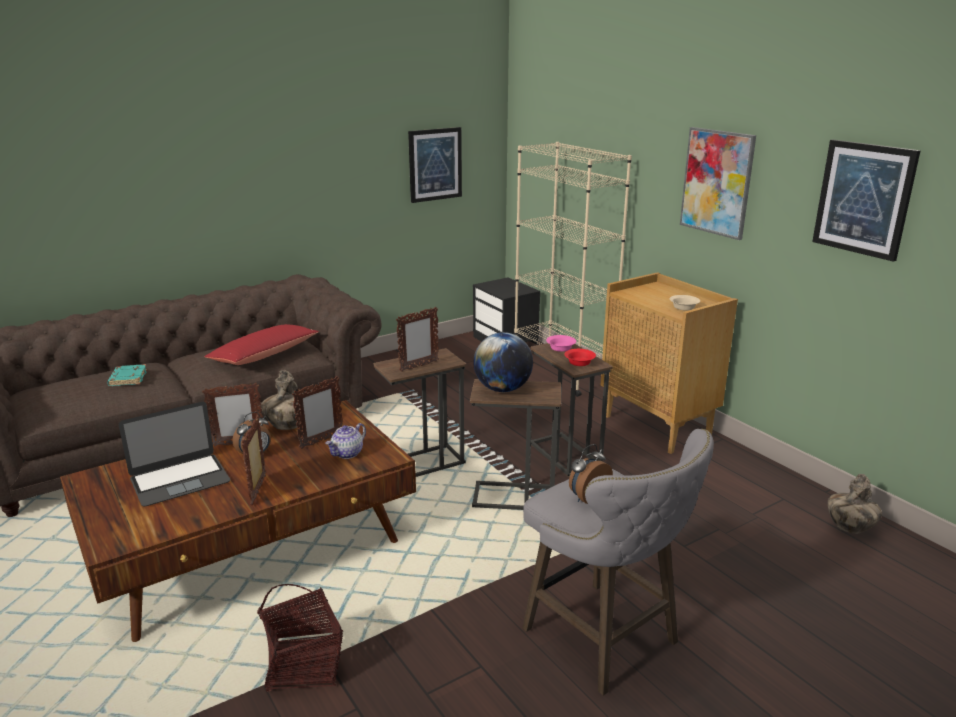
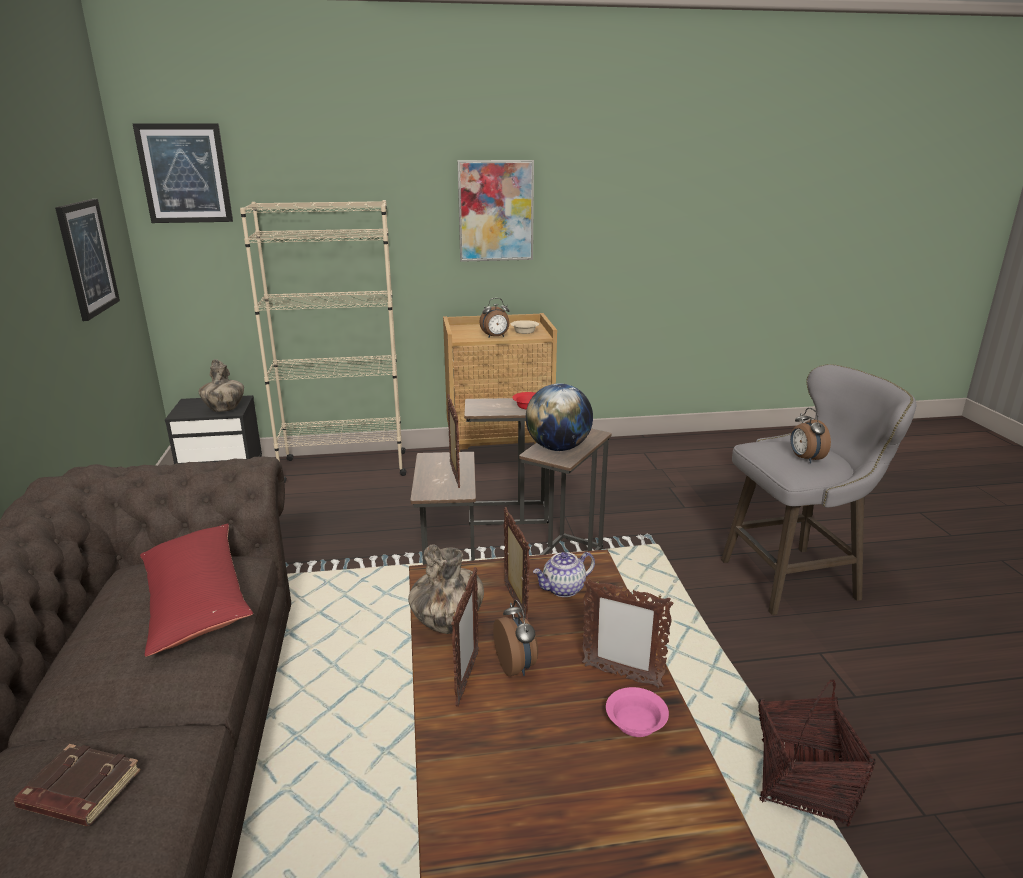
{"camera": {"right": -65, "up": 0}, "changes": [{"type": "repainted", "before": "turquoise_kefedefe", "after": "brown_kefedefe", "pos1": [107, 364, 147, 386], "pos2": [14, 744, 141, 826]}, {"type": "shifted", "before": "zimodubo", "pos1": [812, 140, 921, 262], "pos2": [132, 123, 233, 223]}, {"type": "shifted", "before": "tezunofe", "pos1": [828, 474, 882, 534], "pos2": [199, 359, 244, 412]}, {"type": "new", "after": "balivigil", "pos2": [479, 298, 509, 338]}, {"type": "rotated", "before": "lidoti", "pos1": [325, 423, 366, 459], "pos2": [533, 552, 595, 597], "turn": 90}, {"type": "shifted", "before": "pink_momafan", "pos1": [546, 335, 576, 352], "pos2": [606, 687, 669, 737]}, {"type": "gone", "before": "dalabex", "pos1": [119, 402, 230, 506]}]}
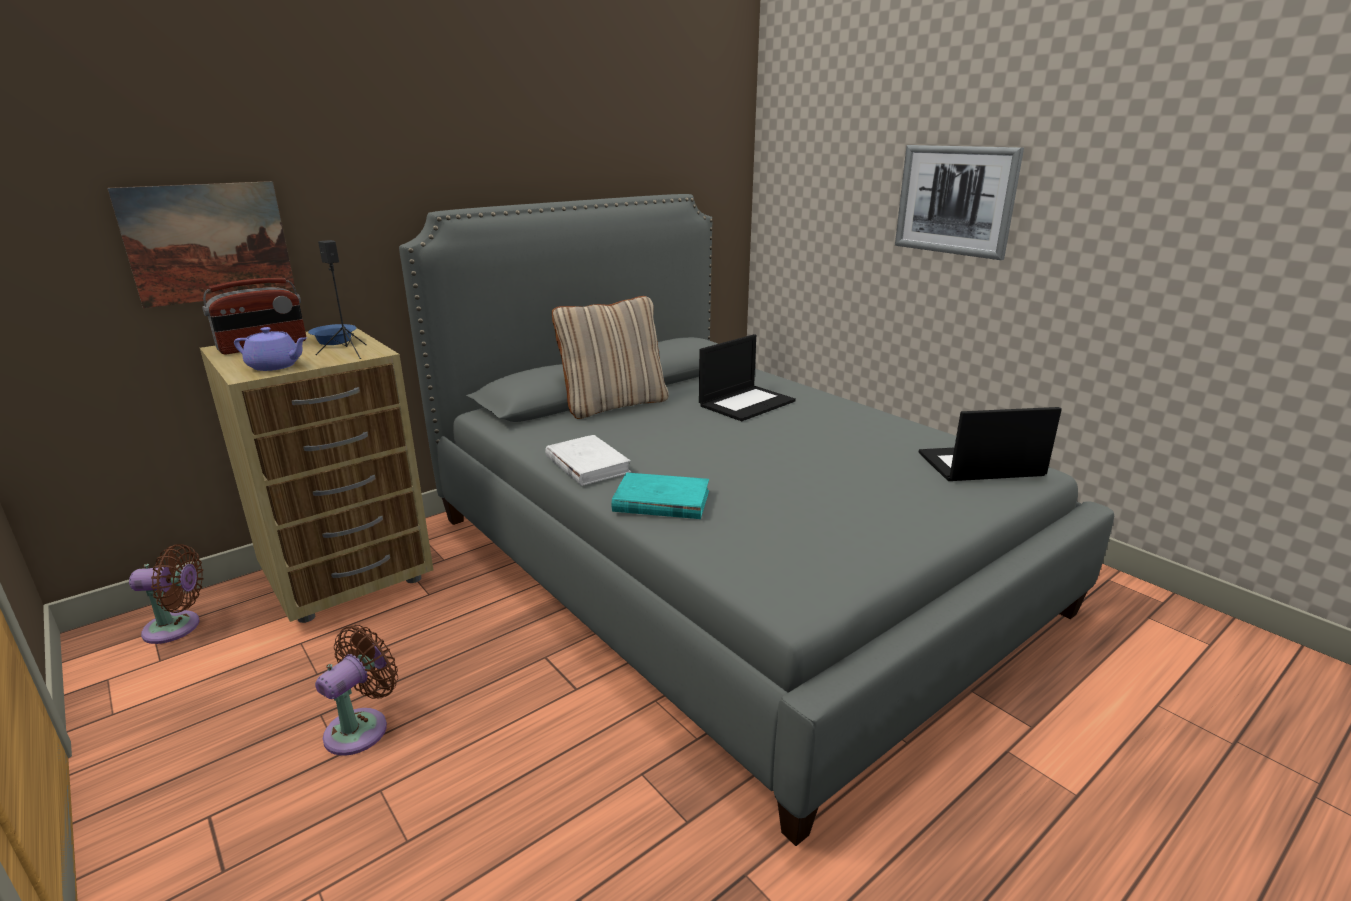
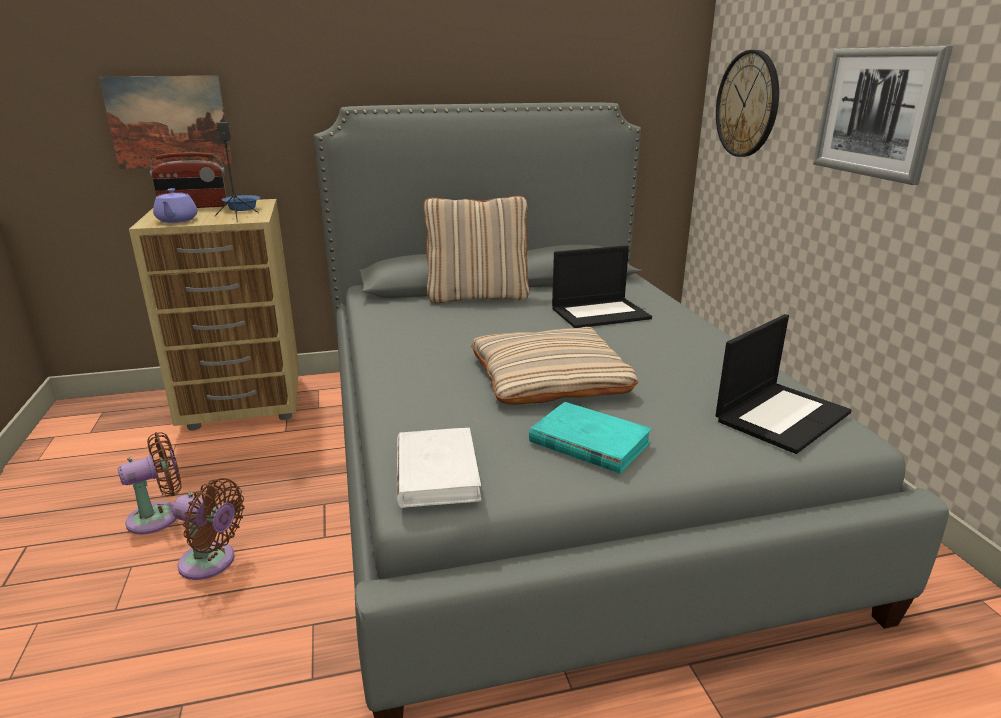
{"camera": {"right": 25, "up": 0}, "changes": [{"type": "rotated", "before": "purple_lidoti", "pos1": [234, 327, 307, 371], "pos2": [153, 188, 197, 223], "turn": 45}, {"type": "shifted", "before": "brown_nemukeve", "pos1": [129, 544, 203, 644], "pos2": [172, 478, 245, 580]}, {"type": "shifted", "before": "white_kefedefe", "pos1": [545, 435, 631, 486], "pos2": [397, 428, 481, 508]}, {"type": "new", "after": "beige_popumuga", "pos2": [471, 327, 638, 405]}, {"type": "shifted", "before": "turquoise_kefedefe", "pos1": [612, 473, 709, 519], "pos2": [529, 402, 652, 474]}, {"type": "rotated", "before": "dalabex", "pos1": [919, 407, 1062, 481], "pos2": [715, 314, 852, 454], "turn": 120}, {"type": "new", "after": "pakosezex", "pos2": [716, 50, 779, 157]}]}
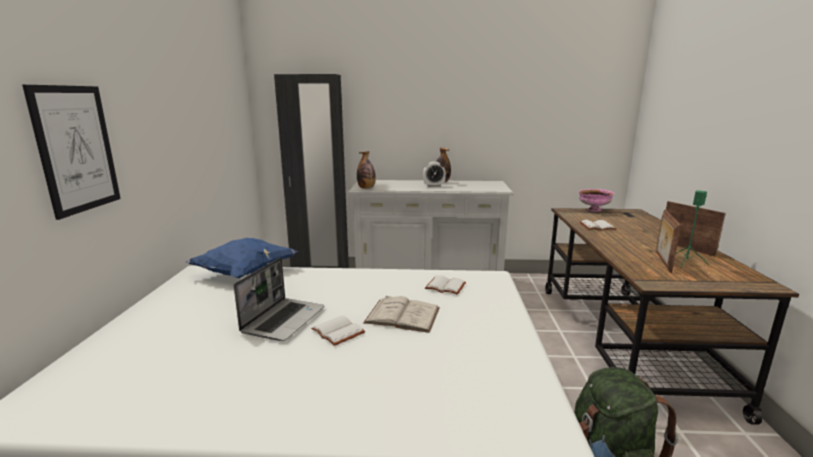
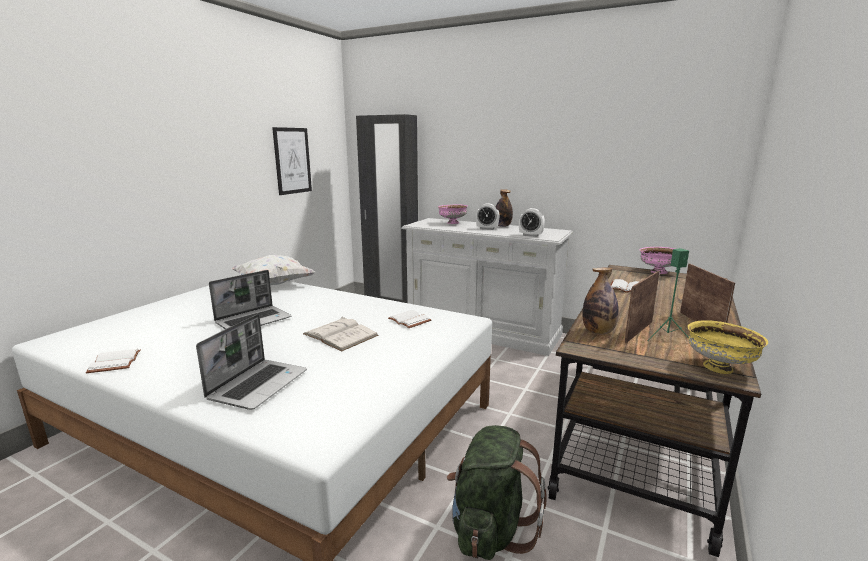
{"camera": {"right": 25, "up": 0}, "changes": [{"type": "shifted", "before": "white_kefedefe", "pos1": [311, 315, 365, 346], "pos2": [86, 349, 141, 373]}, {"type": "new", "after": "dalabex", "pos2": [196, 314, 307, 410]}, {"type": "repainted", "before": "blue_popumuga", "after": "white_popumuga", "pos1": [186, 238, 298, 278], "pos2": [231, 255, 315, 285]}, {"type": "shifted", "before": "zimodubo", "pos1": [22, 85, 121, 220], "pos2": [272, 127, 312, 195]}, {"type": "new", "after": "pink_momafan", "pos2": [438, 205, 468, 224]}, {"type": "new", "after": "balivigil", "pos2": [519, 208, 545, 237]}, {"type": "shifted", "before": "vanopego", "pos1": [357, 151, 376, 189], "pos2": [582, 268, 619, 334]}, {"type": "new", "after": "yellow_momafan", "pos2": [687, 320, 768, 374]}]}
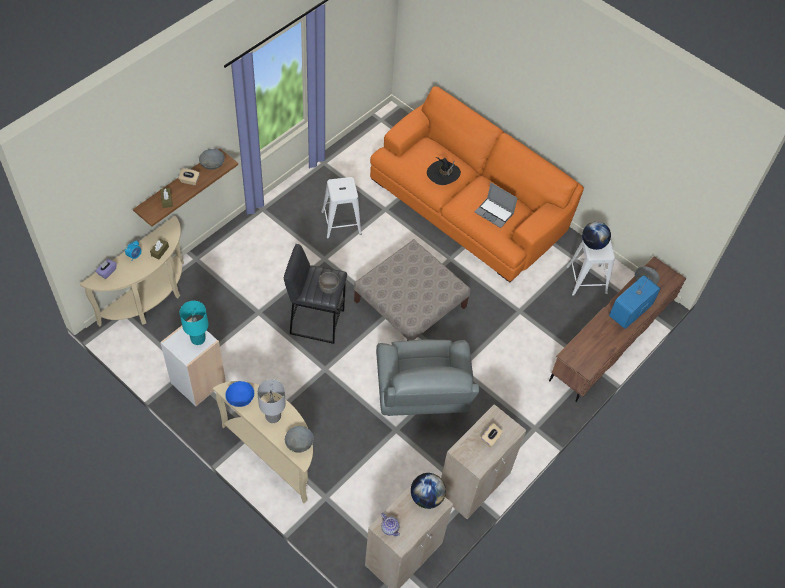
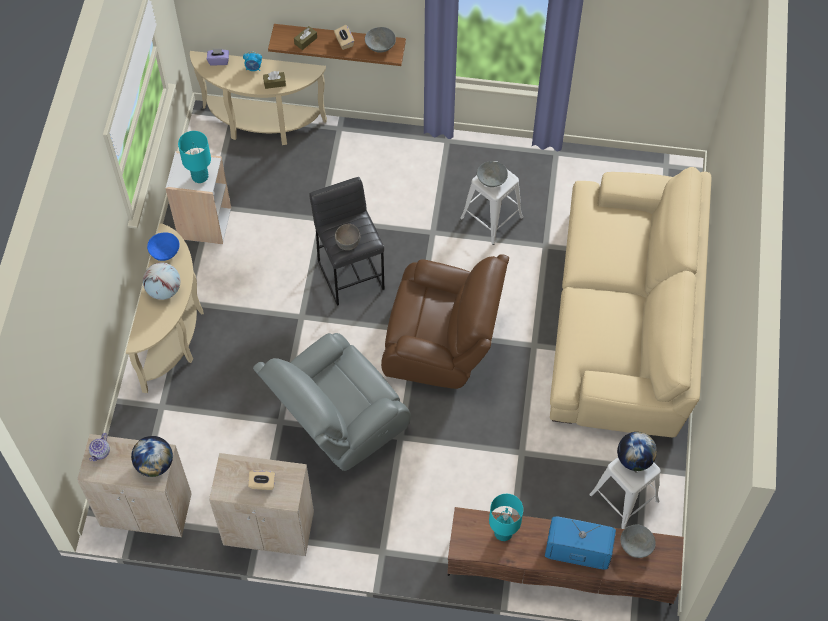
{"camera": {"right": 60, "up": 5}, "changes": [{"type": "swapped", "before": "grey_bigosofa", "after": "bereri", "pos1": [257, 379, 286, 423], "pos2": [143, 262, 180, 300]}, {"type": "swapped", "before": "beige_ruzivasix", "after": "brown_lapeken", "pos1": [354, 239, 471, 341], "pos2": [381, 254, 509, 389]}, {"type": "shifted", "before": "grey_momafan", "pos1": [285, 426, 314, 453], "pos2": [477, 161, 508, 187]}, {"type": "new", "after": "turquoise_bigosofa", "pos2": [489, 494, 523, 541]}, {"type": "repainted", "before": "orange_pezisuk", "after": "beige_pezisuk", "pos1": [370, 86, 584, 282], "pos2": [550, 167, 712, 437]}, {"type": "gone", "before": "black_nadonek", "pos1": [427, 157, 461, 185]}, {"type": "gone", "before": "dalabex", "pos1": [475, 183, 518, 228]}]}
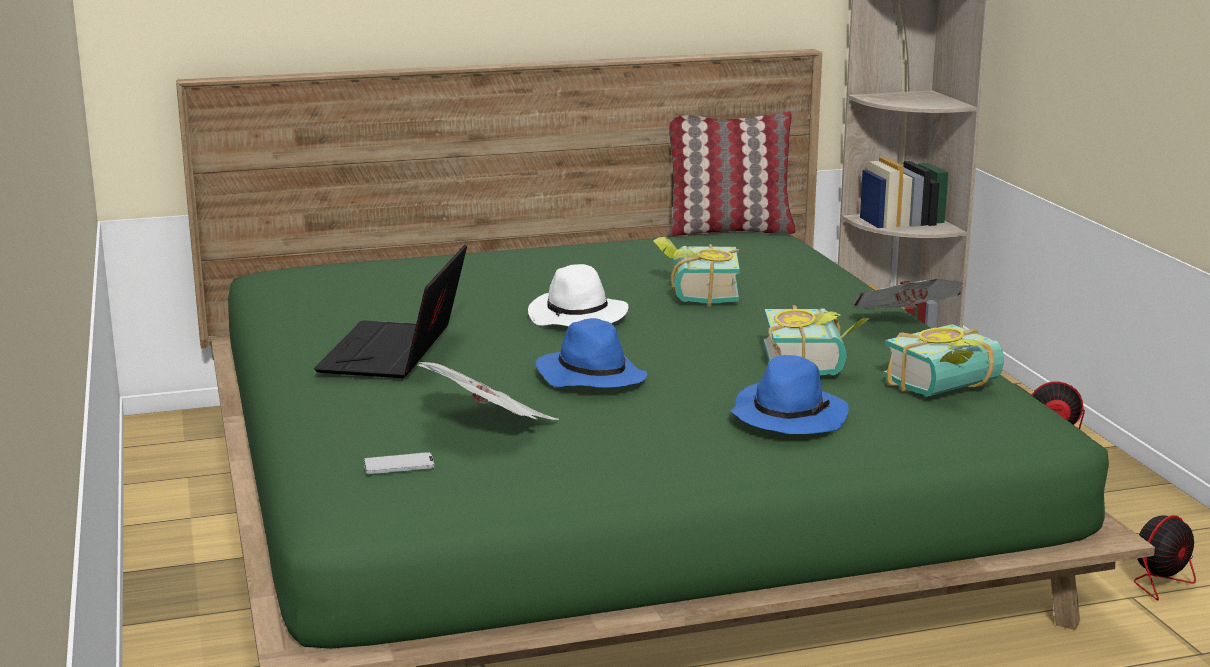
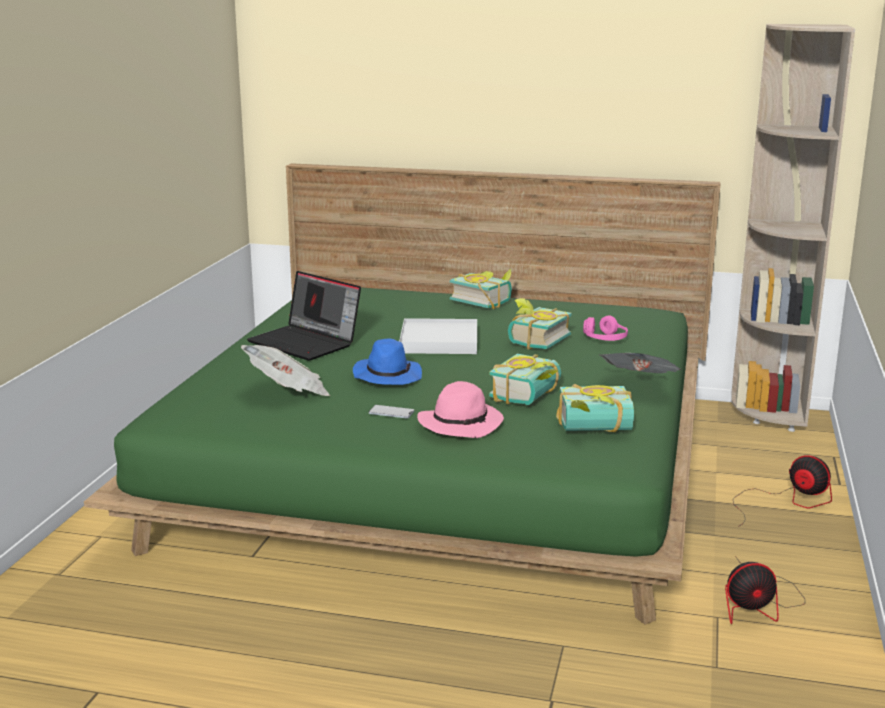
{"camera": {"right": 30, "up": 0}, "changes": [{"type": "rotated", "before": "dalabex", "pos1": [314, 245, 467, 378], "pos2": [247, 271, 361, 361], "turn": -90}, {"type": "shifted", "before": "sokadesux", "pos1": [363, 452, 435, 474], "pos2": [369, 405, 414, 418]}, {"type": "swapped", "before": "white_nadonek", "after": "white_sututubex", "pos1": [528, 264, 629, 327], "pos2": [399, 318, 477, 354]}, {"type": "repainted", "before": "blue_nadonek", "after": "pink_nadonek", "pos1": [730, 355, 849, 434], "pos2": [417, 381, 504, 438]}, {"type": "new", "after": "kefedefe", "pos2": [450, 268, 512, 310]}, {"type": "new", "after": "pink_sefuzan", "pos2": [583, 315, 628, 341]}, {"type": "gone", "before": "popumuga", "pos1": [668, 111, 796, 236]}]}
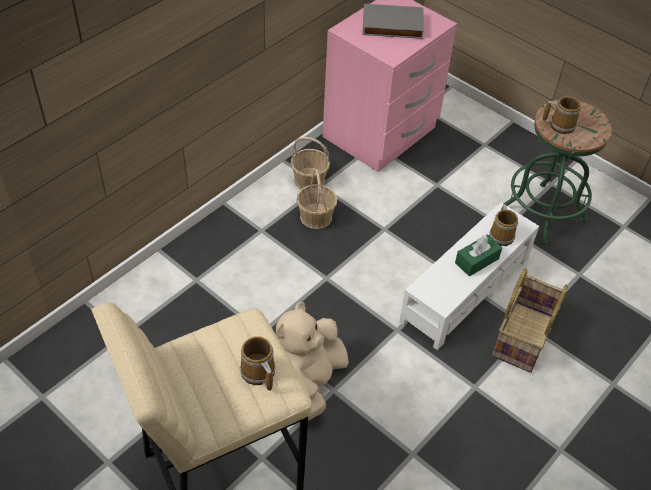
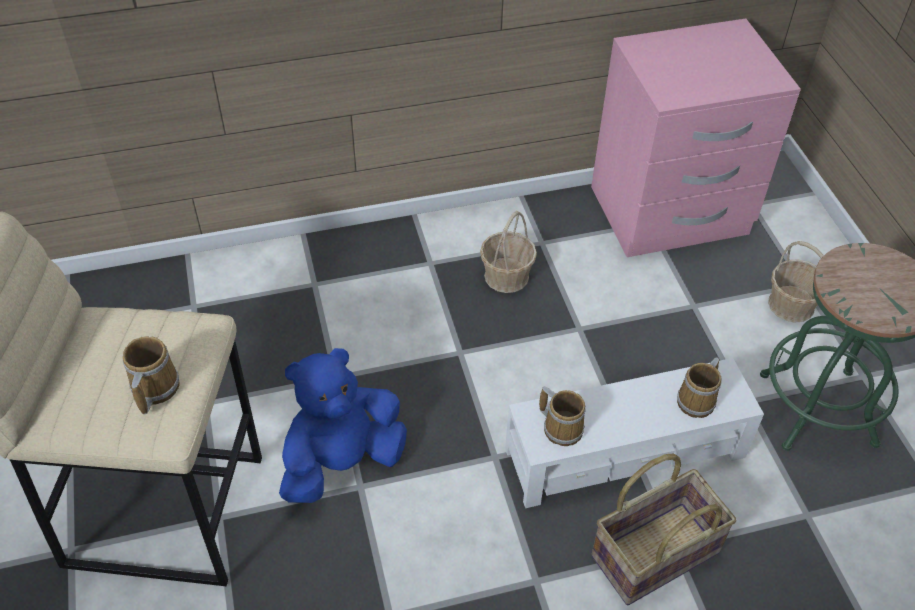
{"camera": {"right": 35, "up": 0}, "changes": [{"type": "repainted", "before": "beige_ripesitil", "after": "blue_ripesitil", "pos1": [276, 301, 349, 421], "pos2": [279, 348, 407, 503]}, {"type": "shifted", "before": "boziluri", "pos1": [542, 96, 581, 134], "pos2": [539, 387, 586, 446]}, {"type": "shifted", "before": "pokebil", "pos1": [291, 137, 330, 189], "pos2": [768, 241, 824, 323]}, {"type": "gone", "before": "grey_kefedefe", "pos1": [362, 4, 424, 39]}, {"type": "gone", "before": "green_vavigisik", "pos1": [455, 234, 502, 276]}]}
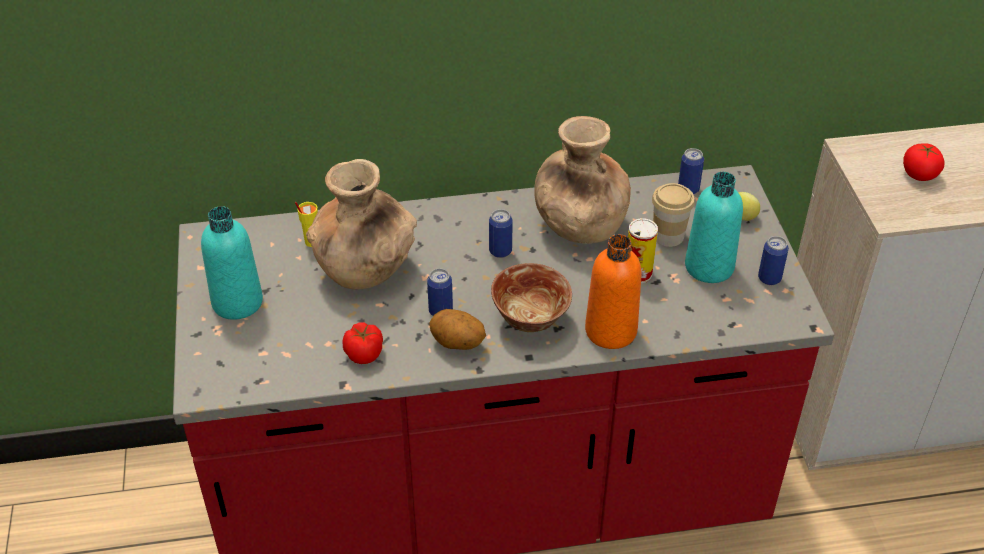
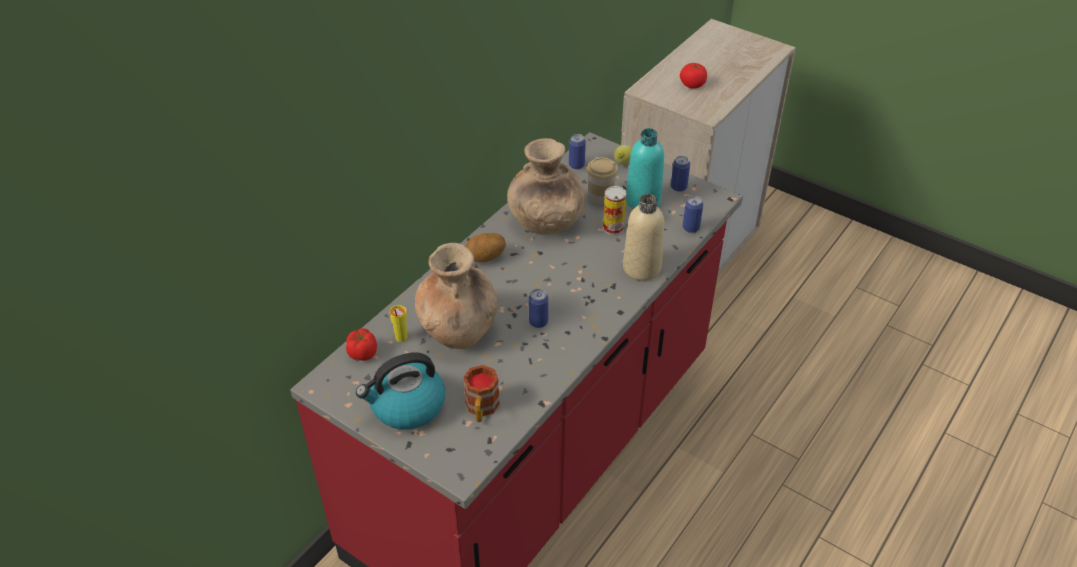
{"camera": {"right": -45, "up": 0}, "changes": [{"type": "shifted", "before": "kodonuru", "pos1": [343, 322, 383, 364], "pos2": [346, 328, 377, 361]}, {"type": "swapped", "before": "turquoise_vanopego", "after": "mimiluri", "pos1": [201, 206, 263, 320], "pos2": [356, 352, 445, 430]}, {"type": "new", "after": "boziluri", "pos2": [463, 365, 500, 422]}, {"type": "shifted", "before": "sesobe", "pos1": [429, 309, 486, 350], "pos2": [465, 233, 506, 262]}, {"type": "repainted", "before": "orange_vanopego", "after": "beige_vanopego", "pos1": [585, 234, 642, 349], "pos2": [623, 194, 664, 281]}, {"type": "shifted", "before": "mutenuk", "pos1": [489, 209, 513, 258], "pos2": [683, 196, 703, 233]}, {"type": "gone", "before": "momafan", "pos1": [491, 263, 572, 332]}]}
